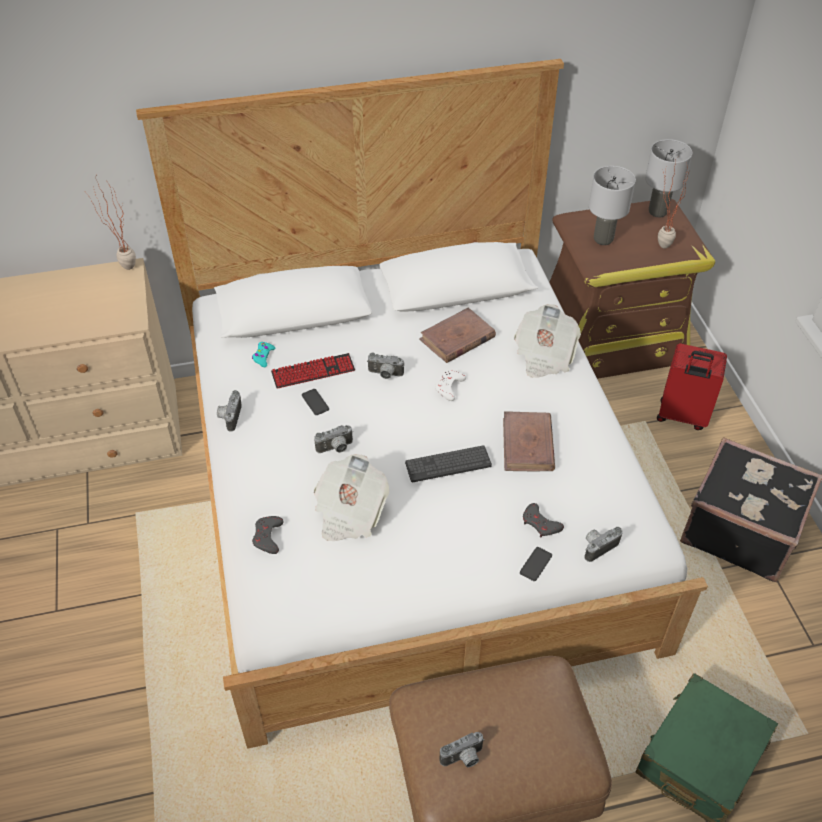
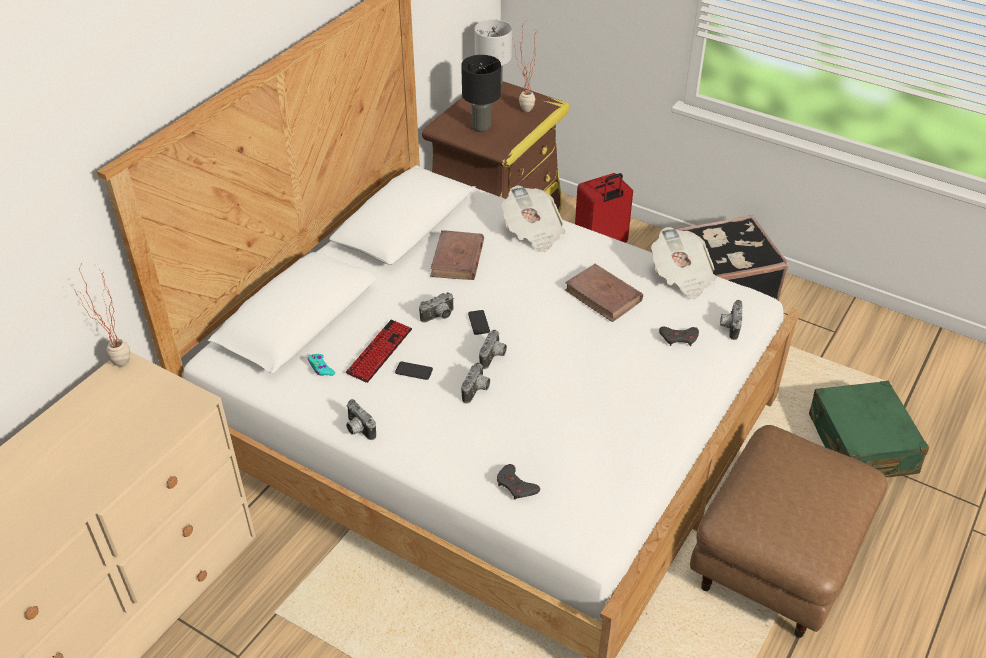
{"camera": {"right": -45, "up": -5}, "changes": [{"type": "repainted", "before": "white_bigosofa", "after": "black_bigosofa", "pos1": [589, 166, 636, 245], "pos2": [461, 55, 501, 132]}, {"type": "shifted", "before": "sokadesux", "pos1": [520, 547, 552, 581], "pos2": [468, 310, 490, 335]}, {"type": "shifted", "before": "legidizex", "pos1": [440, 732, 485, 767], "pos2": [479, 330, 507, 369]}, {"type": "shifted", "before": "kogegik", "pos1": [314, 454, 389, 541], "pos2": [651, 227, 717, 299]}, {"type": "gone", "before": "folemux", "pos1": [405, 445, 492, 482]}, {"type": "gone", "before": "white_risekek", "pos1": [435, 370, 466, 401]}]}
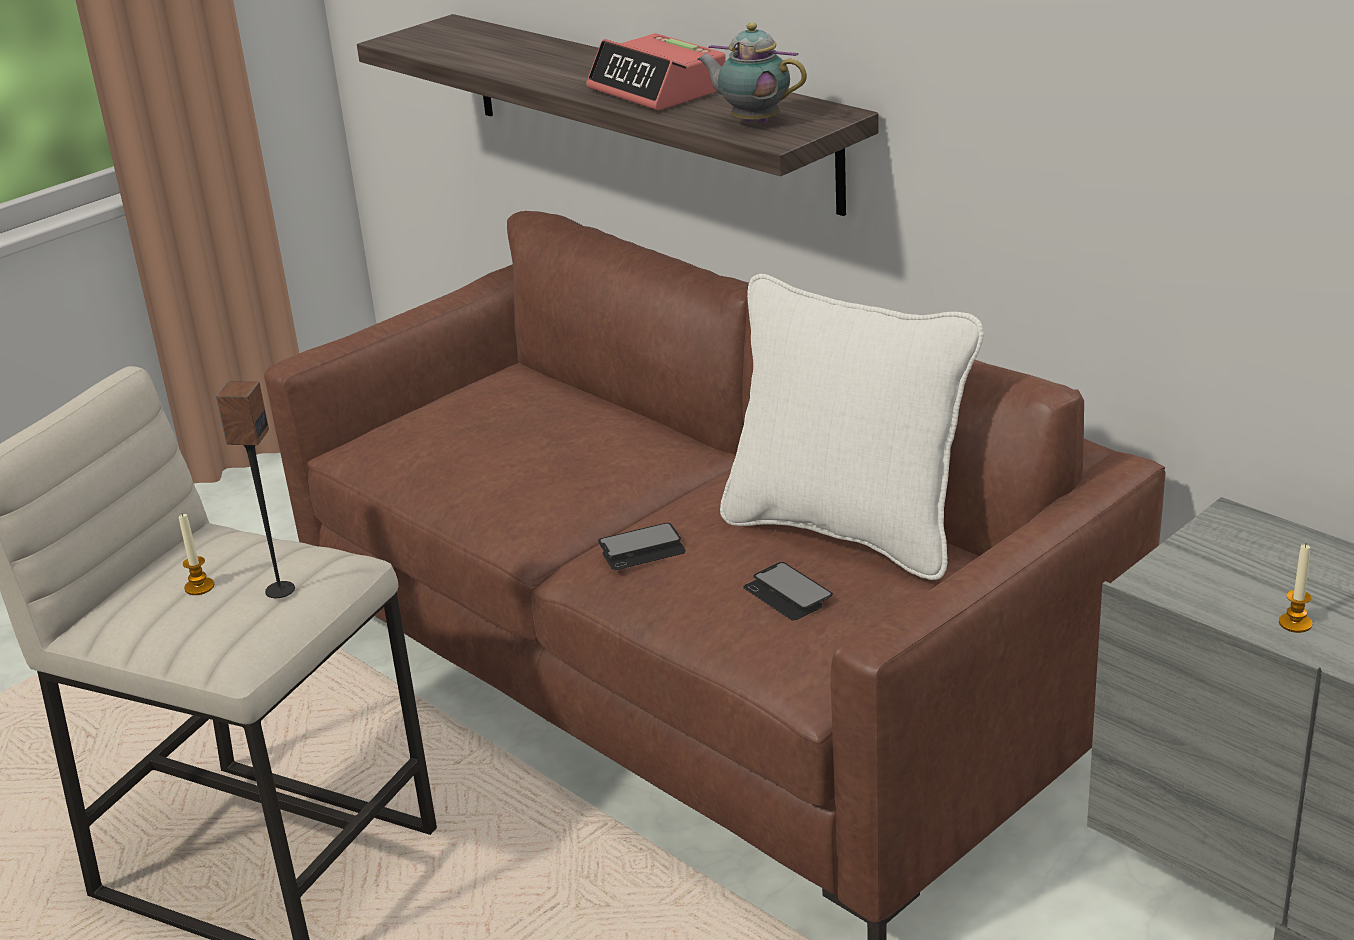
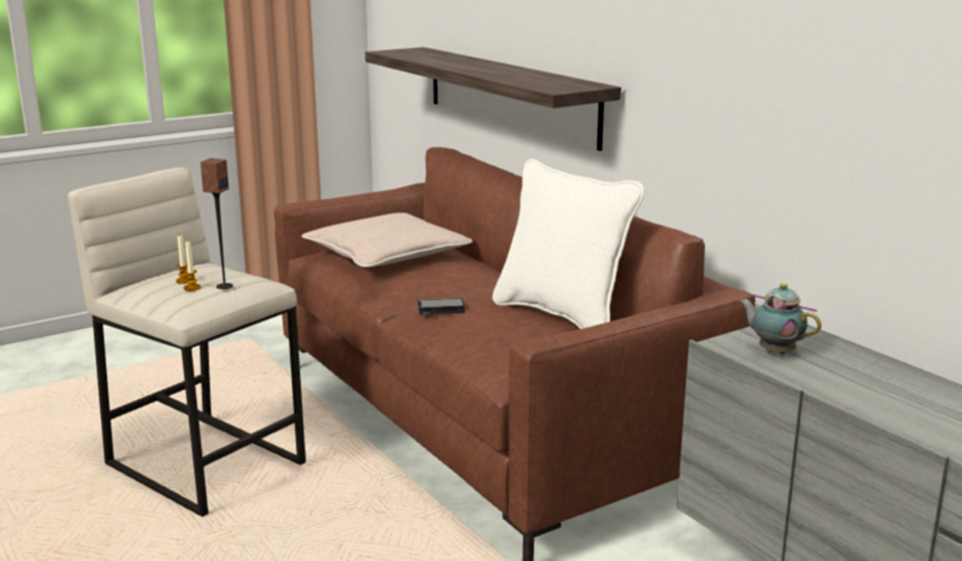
{"camera": {"right": 10, "up": -10}, "changes": [{"type": "shifted", "before": "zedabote", "pos1": [1279, 544, 1312, 633], "pos2": [183, 240, 201, 291]}, {"type": "new", "after": "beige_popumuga", "pos2": [302, 213, 473, 267]}, {"type": "shifted", "before": "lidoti", "pos1": [698, 23, 807, 124], "pos2": [738, 283, 821, 354]}, {"type": "gone", "before": "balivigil", "pos1": [586, 33, 726, 111]}, {"type": "gone", "before": "sokadesux", "pos1": [743, 562, 833, 620]}]}
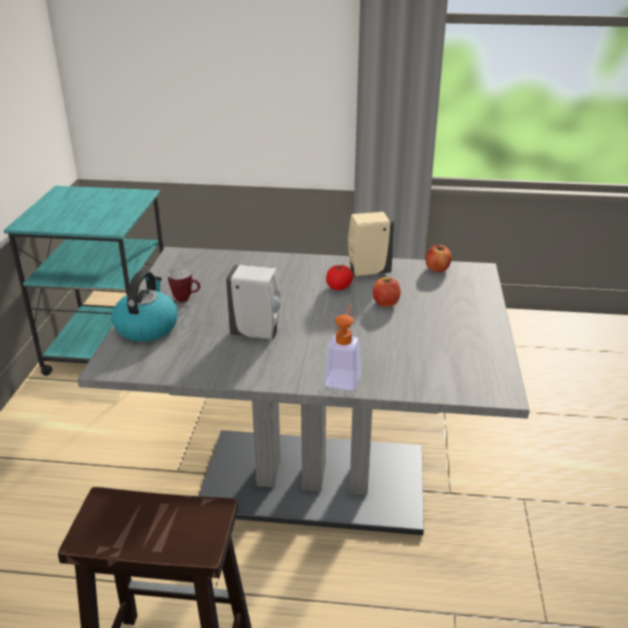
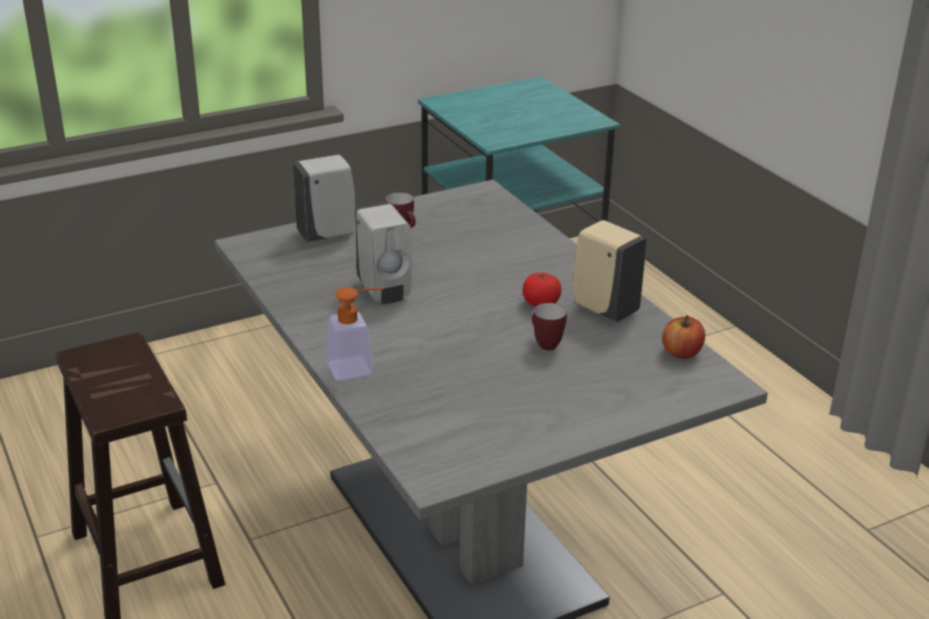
{"camera": {"right": 55, "up": 0}, "changes": [{"type": "swapped", "before": "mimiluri", "after": "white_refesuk", "pos1": [112, 270, 178, 342], "pos2": [293, 154, 356, 242]}, {"type": "swapped", "before": "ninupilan", "after": "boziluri", "pos1": [373, 277, 401, 307], "pos2": [532, 303, 567, 351]}]}
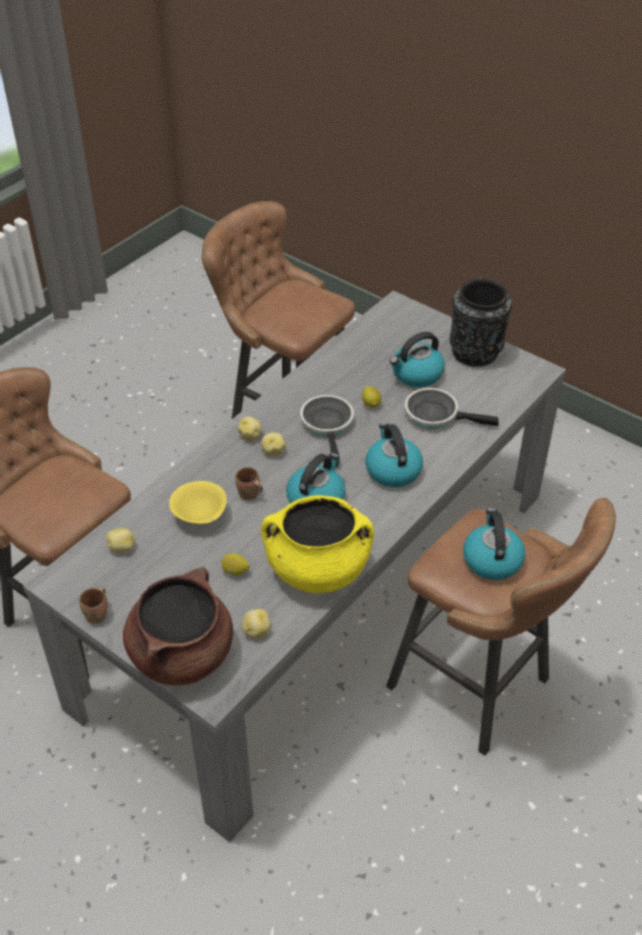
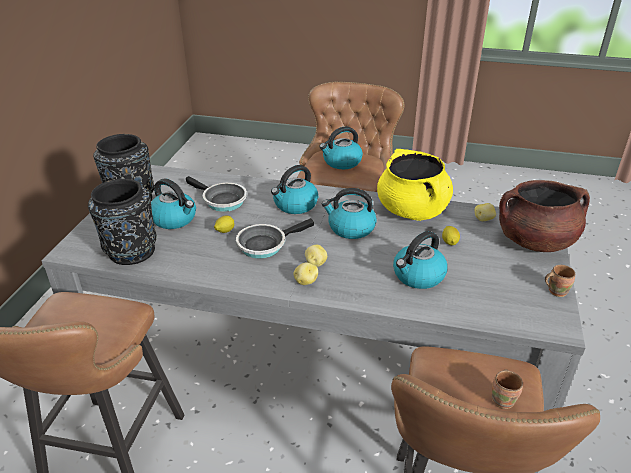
{"camera": {"right": -115, "up": -10}, "changes": [{"type": "new", "after": "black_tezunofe", "pos2": [88, 179, 157, 265]}, {"type": "rotated", "before": "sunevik", "pos1": [405, 388, 498, 429], "pos2": [186, 176, 247, 212], "turn": -45}, {"type": "swapped", "before": "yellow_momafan", "after": "mimiluri", "pos1": [169, 481, 227, 524], "pos2": [393, 231, 448, 289]}, {"type": "shifted", "before": "brown_boziluri", "pos1": [235, 467, 263, 500], "pos2": [492, 369, 523, 409]}, {"type": "gone", "before": "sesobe", "pos1": [106, 528, 135, 552]}]}
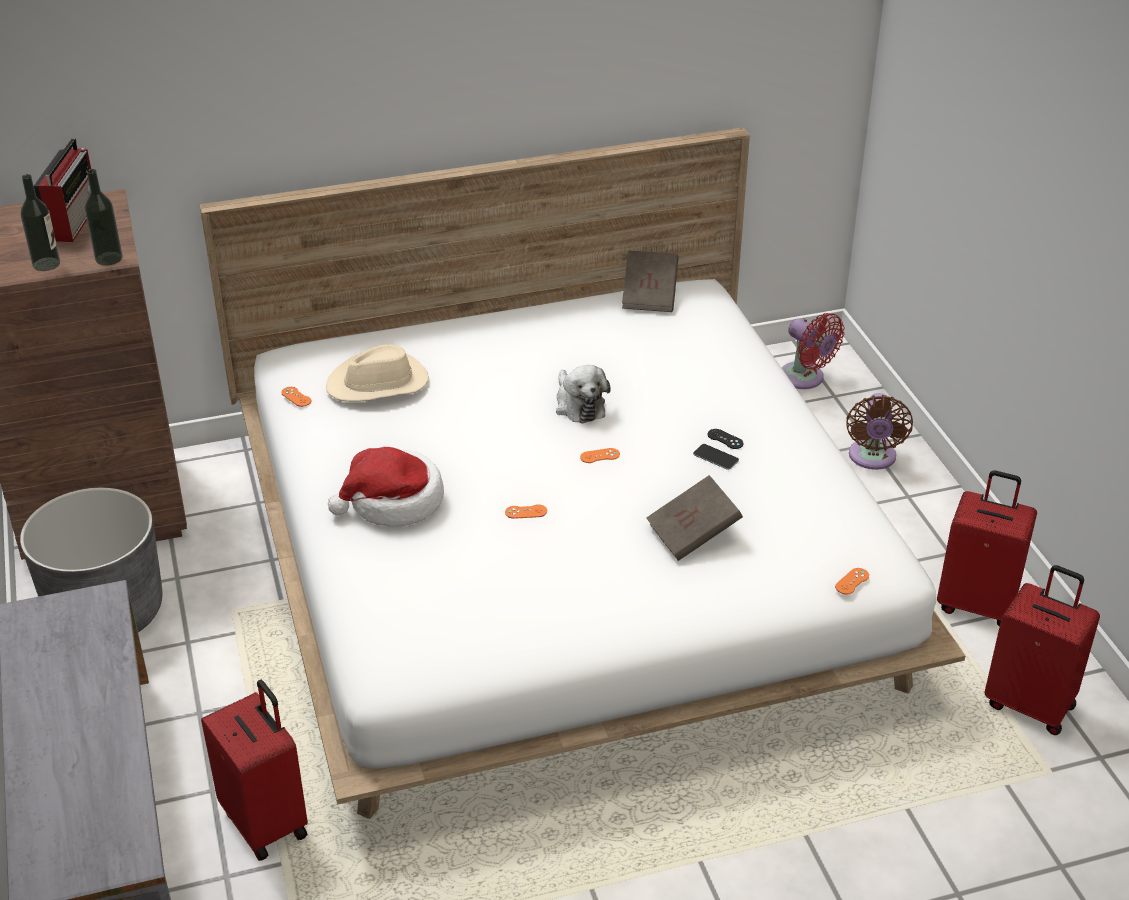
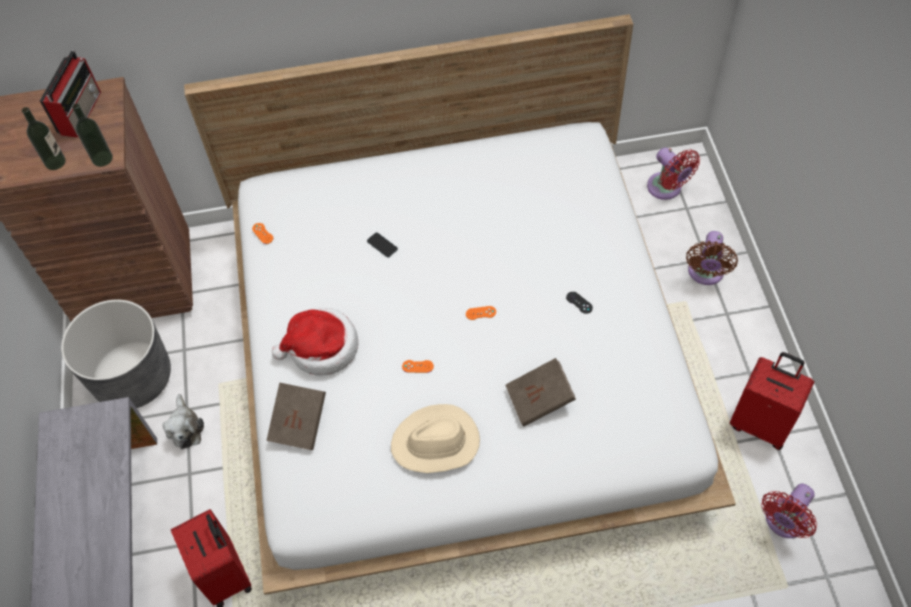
{"camera": {"right": 10, "up": 20}, "changes": [{"type": "shifted", "before": "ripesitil", "pos1": [556, 365, 611, 424], "pos2": [162, 394, 204, 449]}, {"type": "shifted", "before": "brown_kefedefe", "pos1": [622, 250, 679, 312], "pos2": [266, 383, 326, 450]}, {"type": "shifted", "before": "sokadesux", "pos1": [693, 444, 739, 470], "pos2": [367, 232, 398, 258]}, {"type": "shifted", "before": "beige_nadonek", "pos1": [326, 344, 429, 402], "pos2": [391, 404, 480, 473]}, {"type": "swapped", "before": "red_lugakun", "after": "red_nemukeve", "pos1": [984, 565, 1100, 735], "pos2": [761, 484, 817, 538]}, {"type": "gone", "before": "orange_risekek", "pos1": [835, 568, 869, 595]}]}
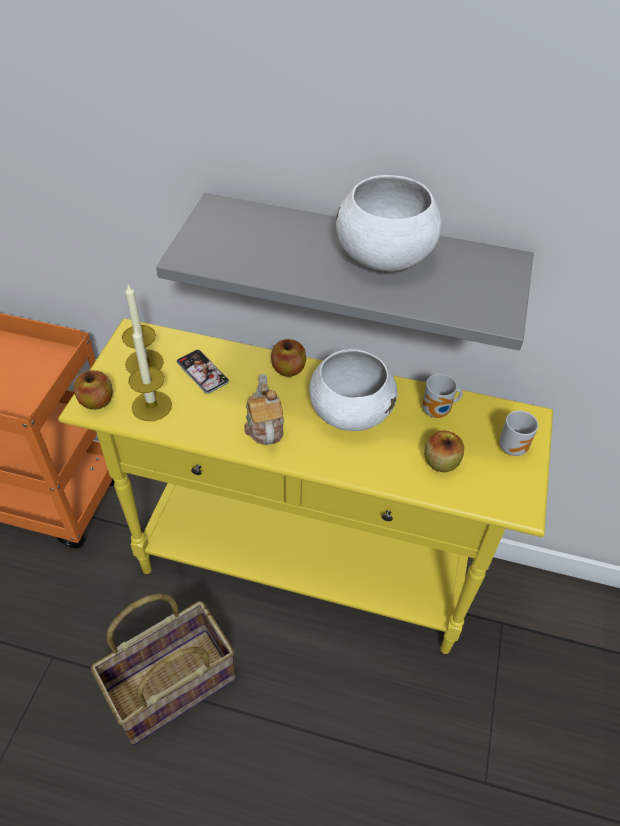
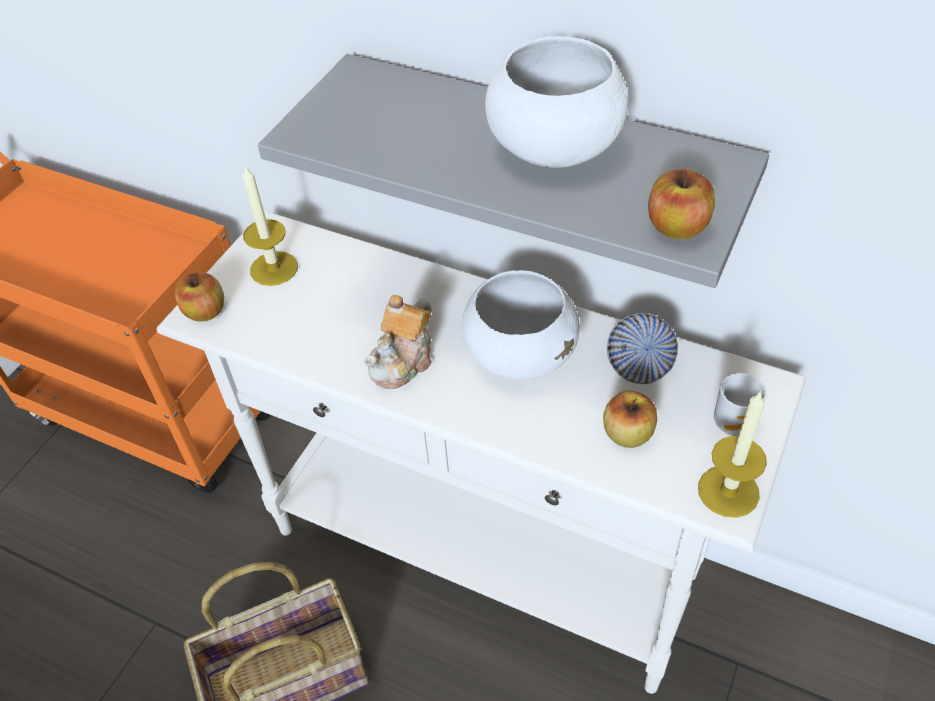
{"camera": {"right": 15, "up": 0}, "changes": [{"type": "repainted", "before": "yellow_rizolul", "after": "white_rizolul", "pos1": [58, 318, 553, 654], "pos2": [157, 211, 806, 694]}, {"type": "rotated", "before": "lidoti", "pos1": [244, 373, 284, 445], "pos2": [364, 295, 432, 389], "turn": -150}, {"type": "swapped", "before": "boziluri", "after": "momafan", "pos1": [422, 374, 463, 418], "pos2": [607, 313, 678, 384]}, {"type": "shifted", "before": "ninupilan", "pos1": [271, 339, 306, 377], "pos2": [648, 169, 715, 240]}, {"type": "shifted", "before": "zedabote", "pos1": [129, 327, 172, 421], "pos2": [698, 391, 767, 518]}, {"type": "gone", "before": "sokadesux", "pos1": [177, 350, 229, 394]}]}
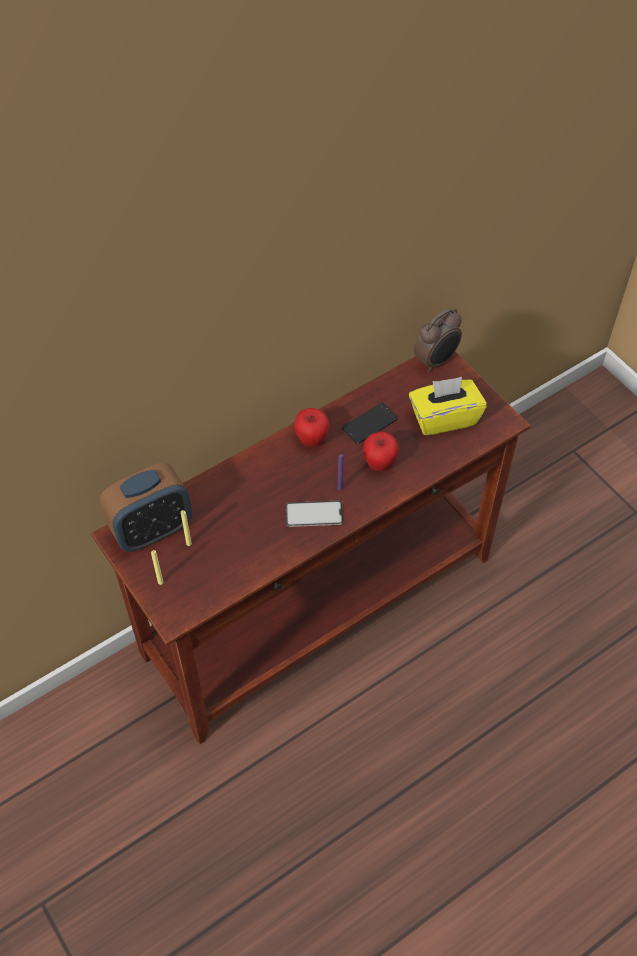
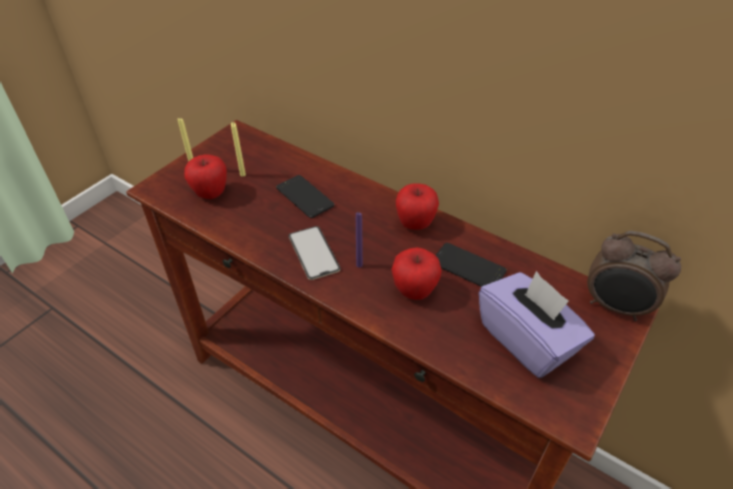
{"camera": {"right": 70, "up": -10}, "changes": [{"type": "new", "after": "ninupilan", "pos2": [184, 154, 227, 199]}, {"type": "new", "after": "sokadesux", "pos2": [276, 175, 334, 218]}, {"type": "repainted", "before": "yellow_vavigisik", "after": "purple_vavigisik", "pos1": [409, 377, 487, 436], "pos2": [479, 271, 595, 378]}, {"type": "gone", "before": "balivigil", "pos1": [100, 463, 192, 552]}]}
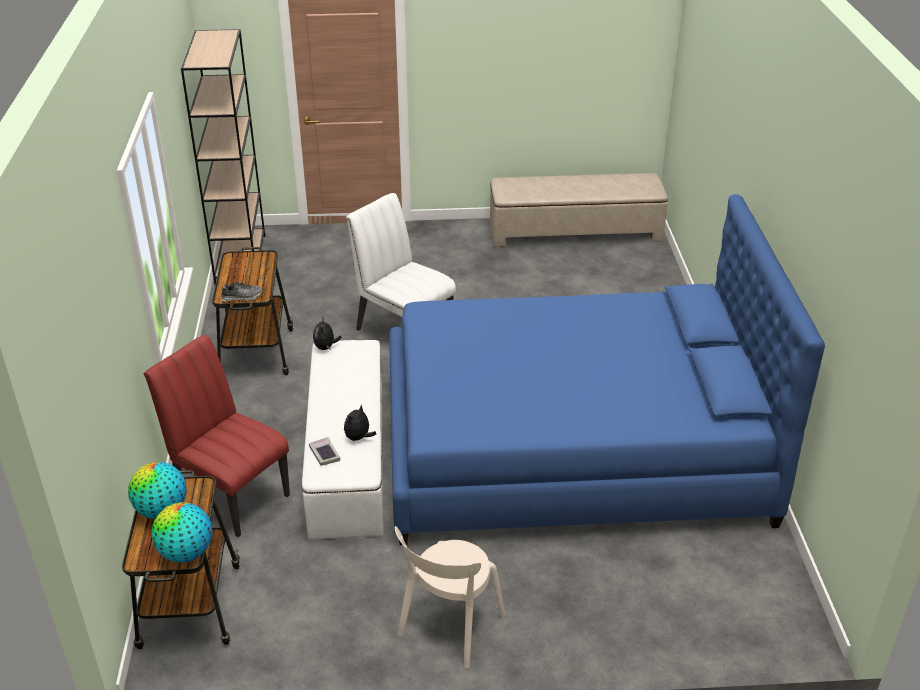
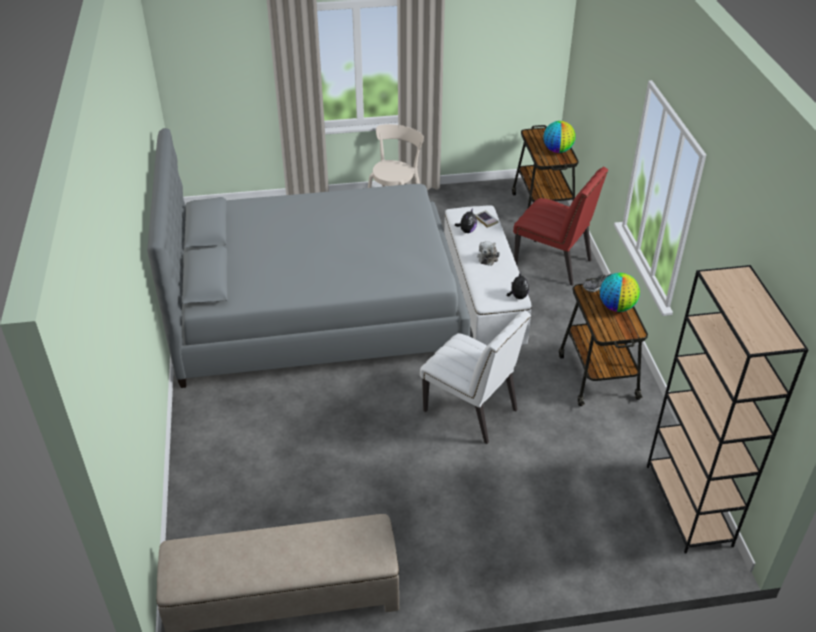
{"camera": {"right": 175, "up": 5}, "changes": [{"type": "repainted", "before": "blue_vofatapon", "after": "grey_vofatapon", "pos1": [389, 194, 825, 545], "pos2": [147, 128, 471, 388]}, {"type": "new", "after": "ripesitil", "pos2": [477, 241, 500, 266]}, {"type": "shifted", "before": "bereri", "pos1": [152, 502, 212, 562], "pos2": [600, 273, 640, 312]}]}
